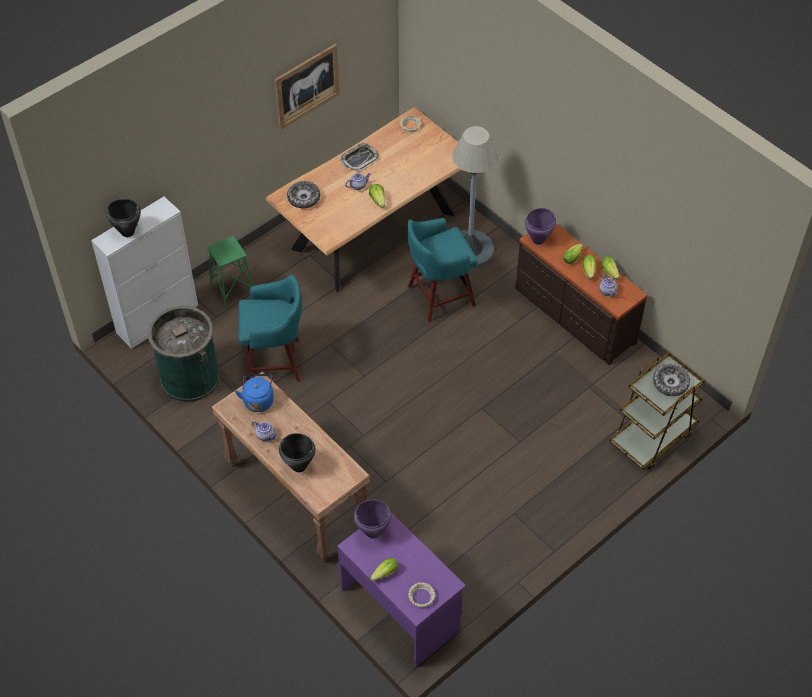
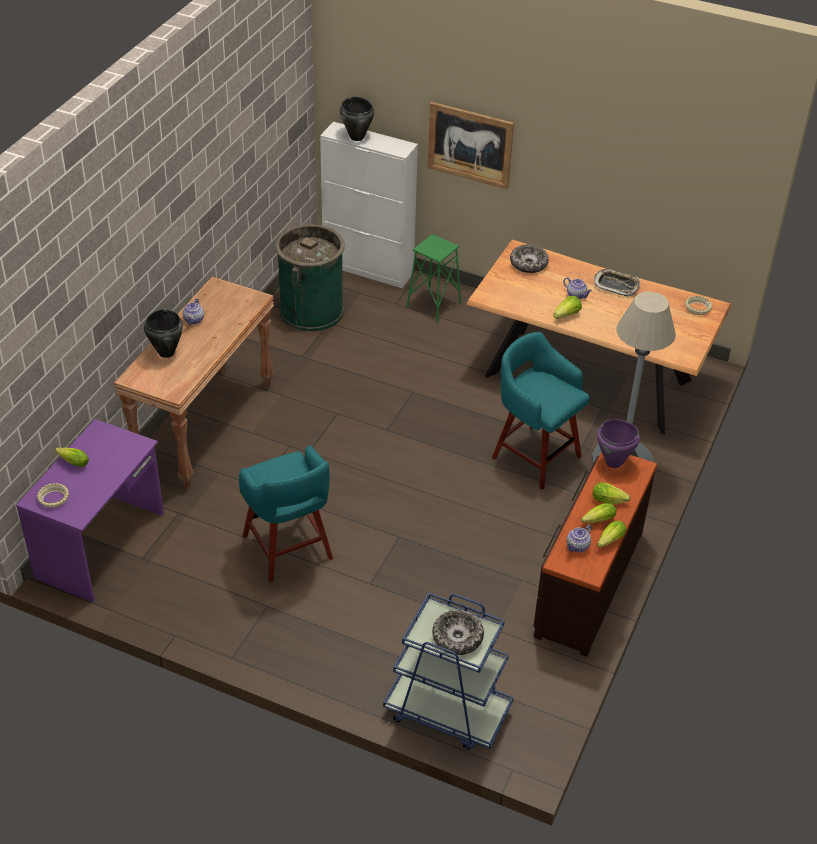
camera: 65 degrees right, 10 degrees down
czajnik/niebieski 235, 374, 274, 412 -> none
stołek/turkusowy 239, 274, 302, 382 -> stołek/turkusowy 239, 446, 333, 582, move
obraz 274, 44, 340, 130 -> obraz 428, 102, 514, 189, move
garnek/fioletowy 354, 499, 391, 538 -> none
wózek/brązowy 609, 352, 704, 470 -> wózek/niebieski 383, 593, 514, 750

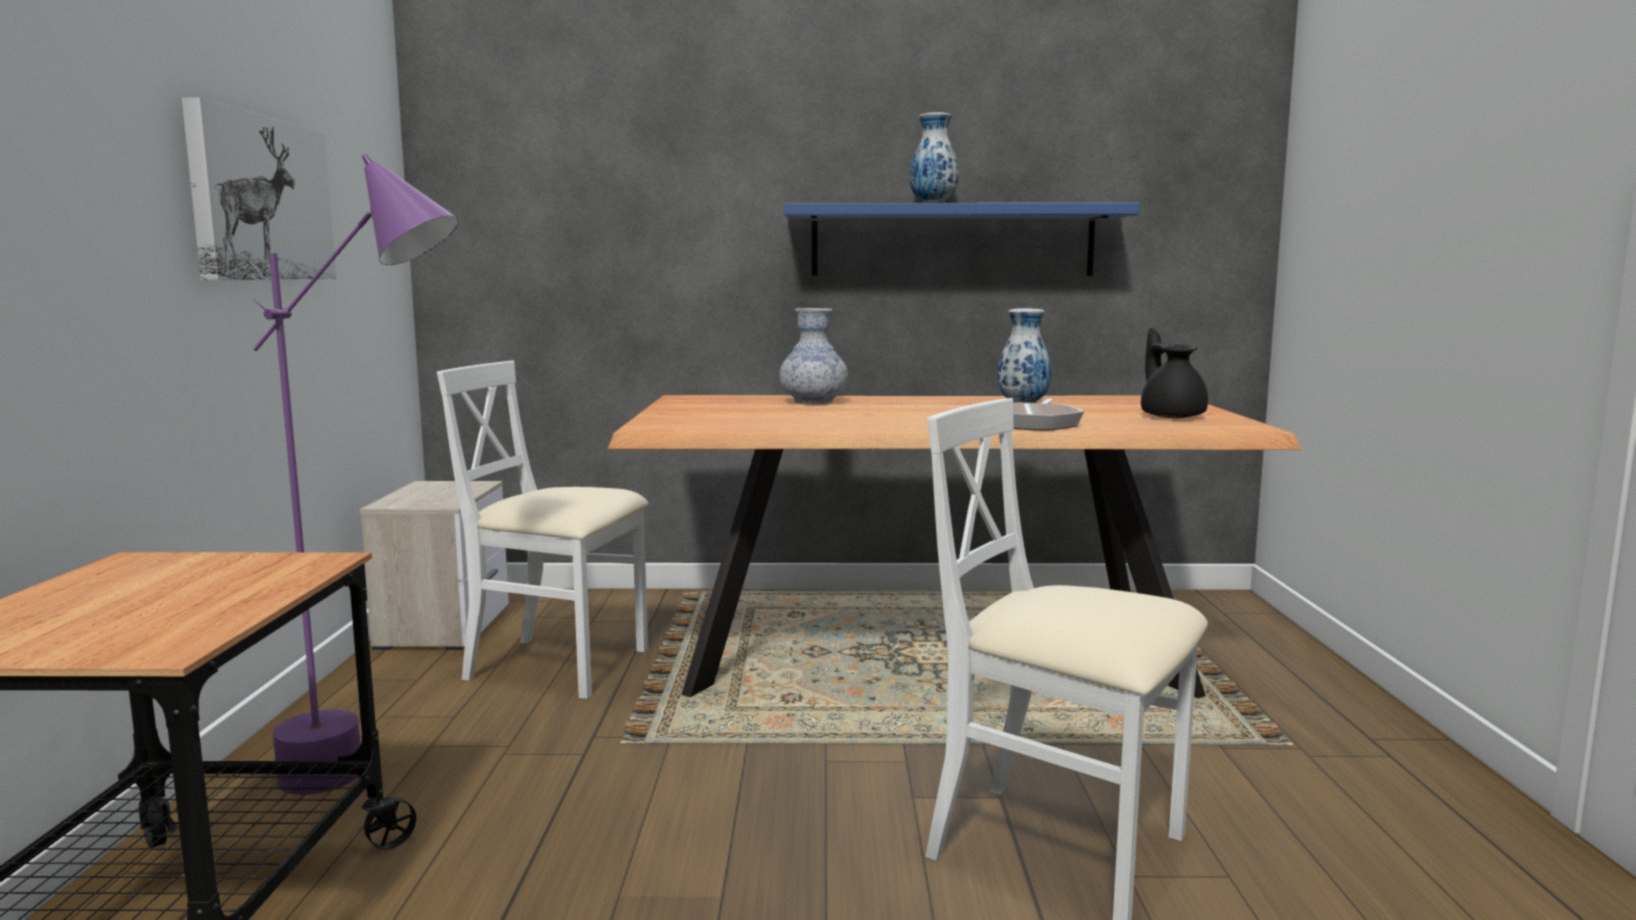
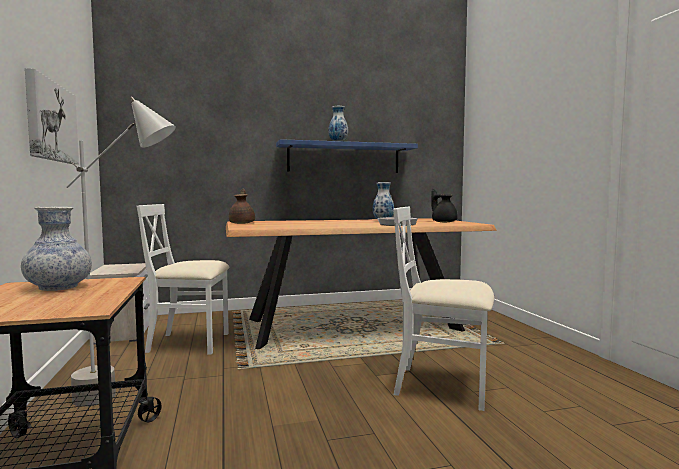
camera: 15 degrees left, 5 degrees down
lampa stojąca/fioletowy 253, 154, 459, 795 -> lampa stojąca/szary 66, 97, 176, 407
wazon 779, 308, 848, 404 -> wazon 21, 207, 92, 291, move
none -> imbryk/brązowy 229, 188, 255, 224

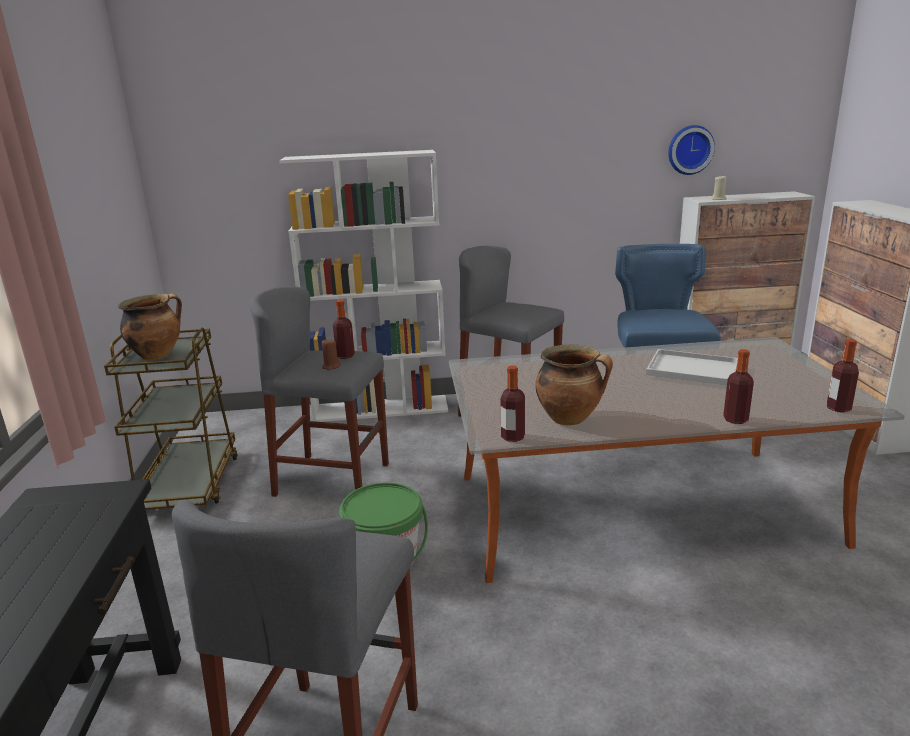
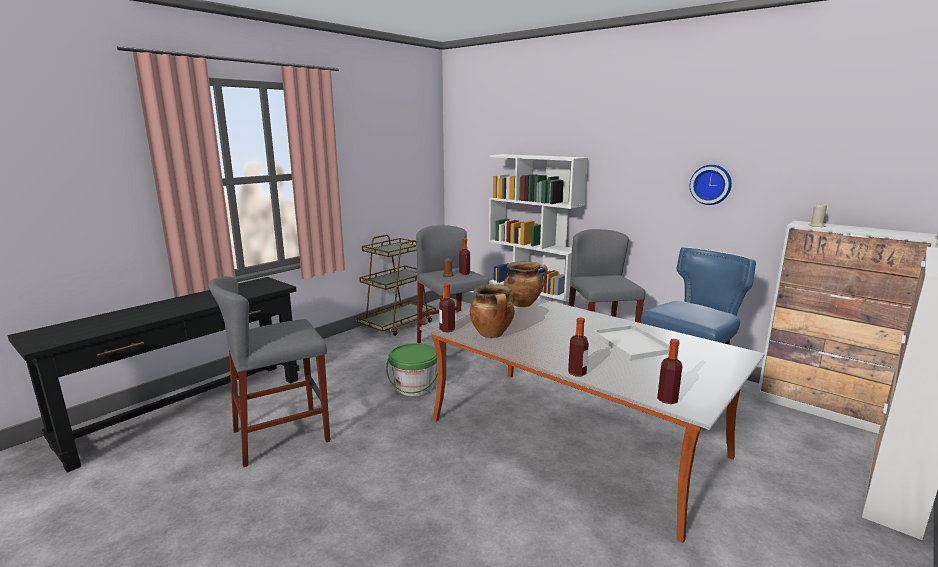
camera: 45 degrees right, 5 degrees down
garnek 118, 293, 182, 360 -> garnek 504, 261, 548, 307, move
zegar ścienny 668, 125, 715, 175 -> zegar ścienny 690, 165, 732, 205, move

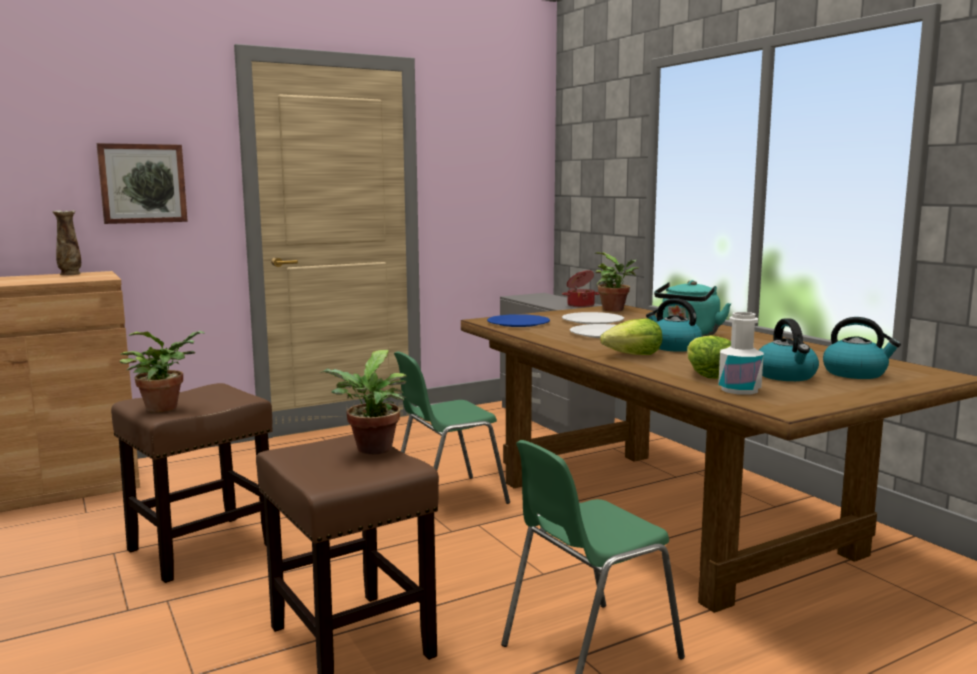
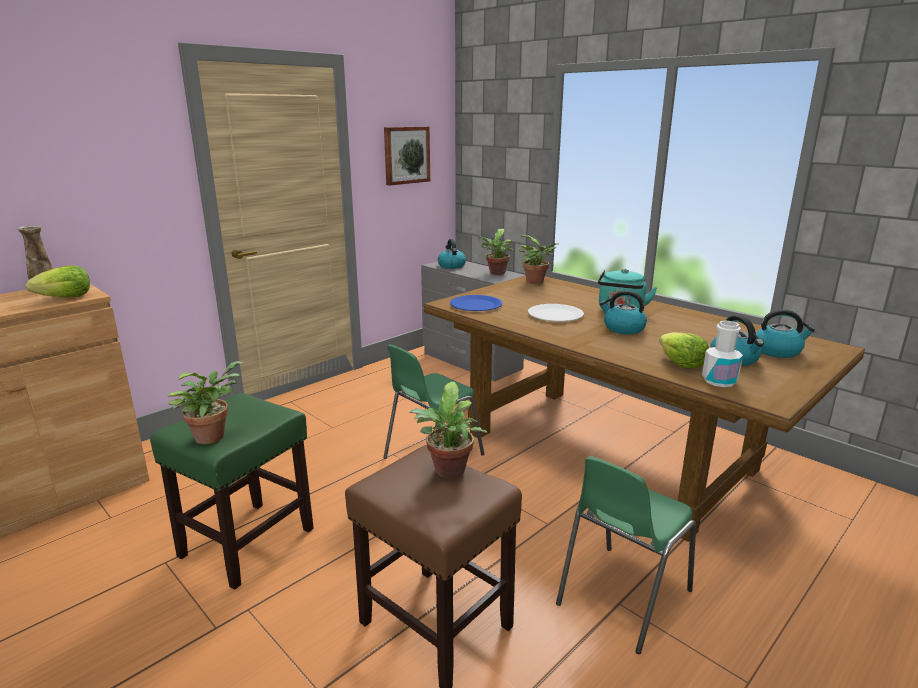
camera: 15 degrees left, 10 degrees up
obraz 97, 143, 188, 224 -> obraz 384, 126, 430, 186, move
stołek/brązowy 111, 383, 273, 583 -> stołek/zielony 150, 393, 314, 590
garnek 562, 270, 599, 308 -> roślina doniczkowa 478, 229, 514, 275
talerz/biały 562, 312, 624, 324 -> none
sałata 600, 318, 662, 355 -> sałata 26, 266, 90, 298, move
none -> czajnik 438, 239, 466, 269

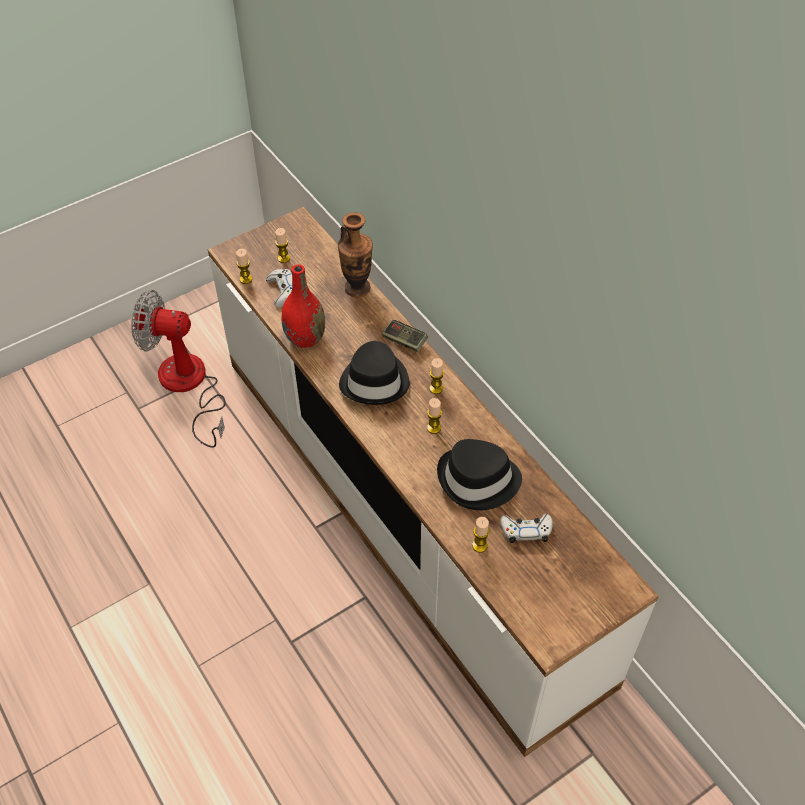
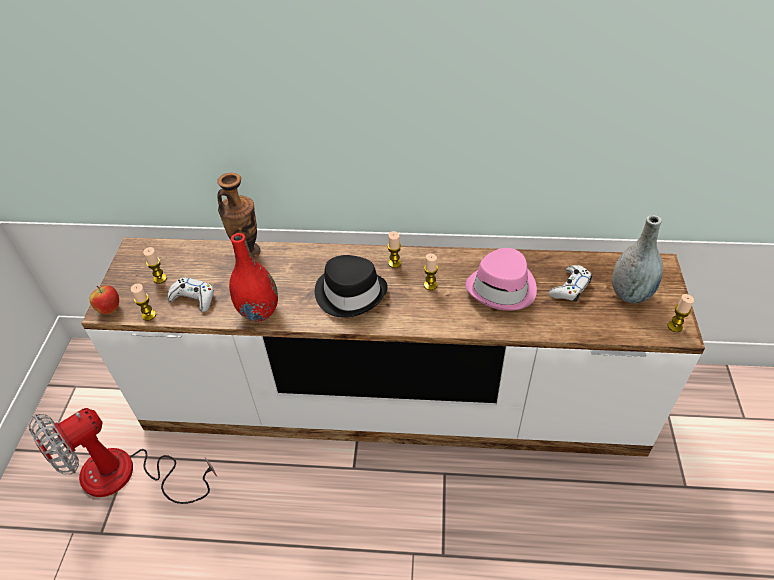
camera: 50 degrees left, 5 degrees down
pad do gier 382, 320, 428, 352 -> none
kapelusz/czarny 437, 439, 522, 510 -> kapelusz/różowy 465, 248, 537, 311
świeca 472, 517, 490, 553 -> świeca 668, 294, 694, 332, move
none -> jabłko 90, 286, 119, 314
none -> wazon/szary 612, 215, 663, 303

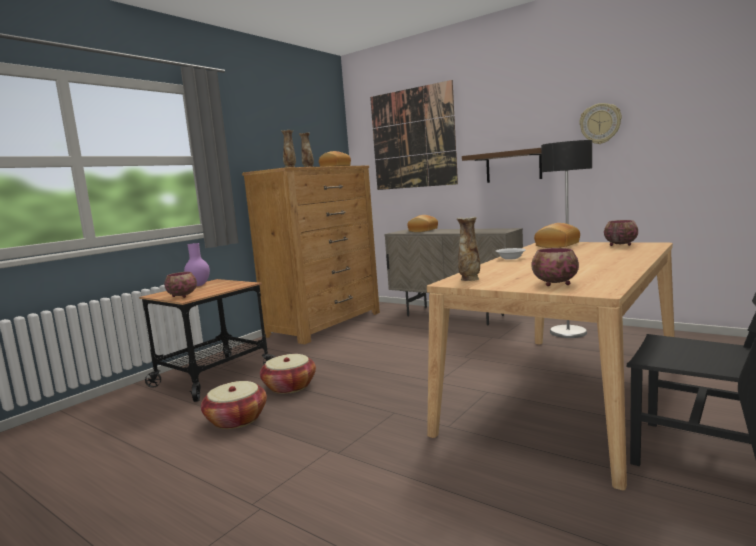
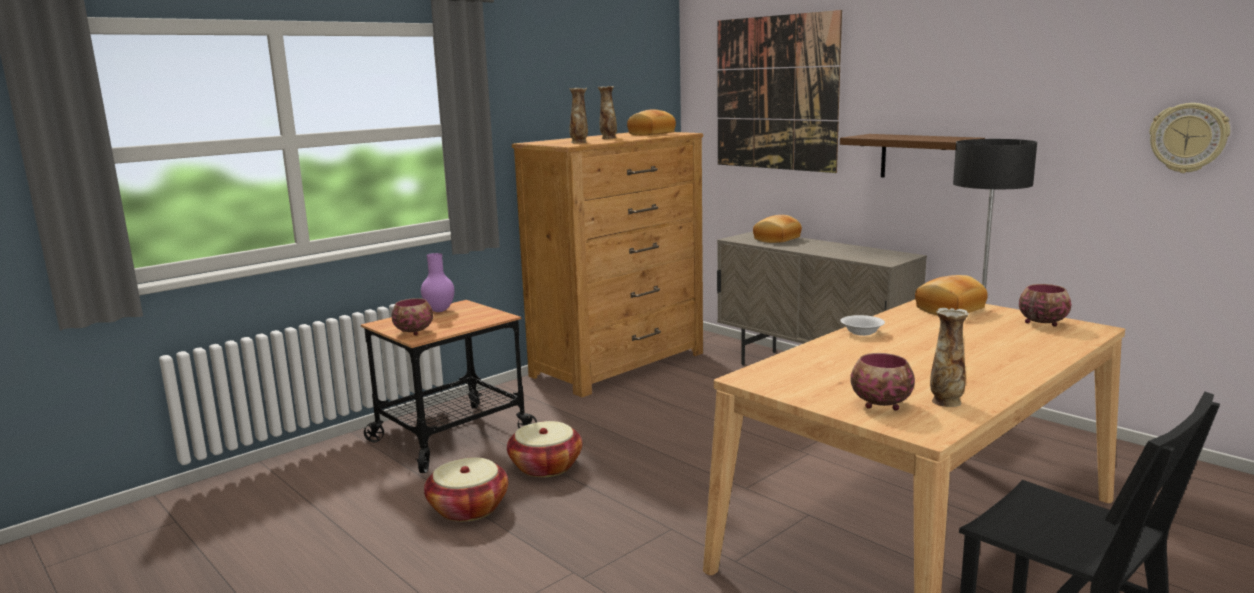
camera: 10 degrees right, 5 degrees up
wazon 457, 217, 480, 281 -> wazon 930, 308, 969, 407, move
zegar ścienny 579, 103, 622, 144 -> zegar ścienny 1149, 103, 1230, 173, move

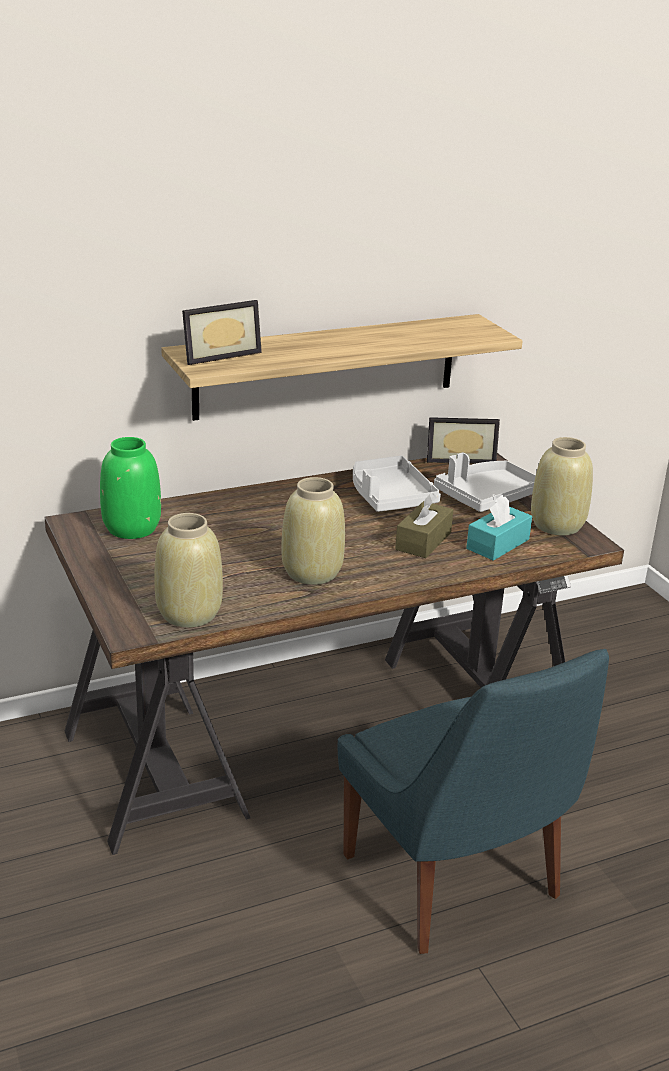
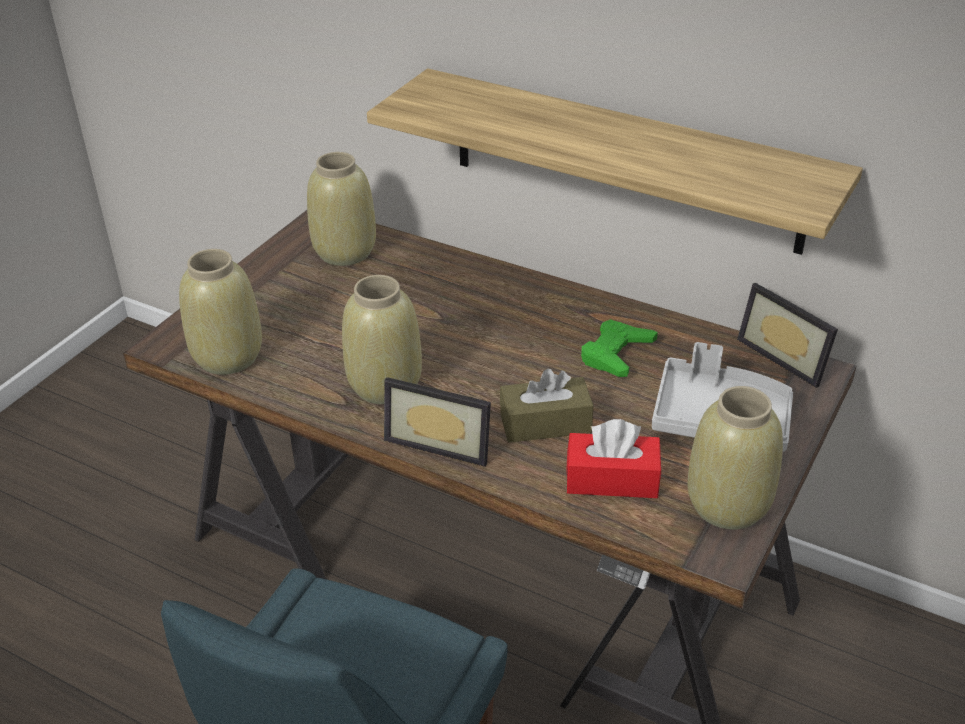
camera: 55 degrees right, 10 degrees up
wazon/zielony 100, 437, 161, 539 -> wazon/beżowy 307, 152, 376, 266
ramka na zdjęcie 182, 300, 262, 365 -> ramka na zdjęcie 384, 377, 491, 467, move
taca/szary 353, 456, 441, 512 -> pad do gier/zielony 581, 319, 658, 377
pudełko chusteczek/turkusowy 466, 495, 532, 561 -> pudełko chusteczek/czerwony 566, 419, 661, 498

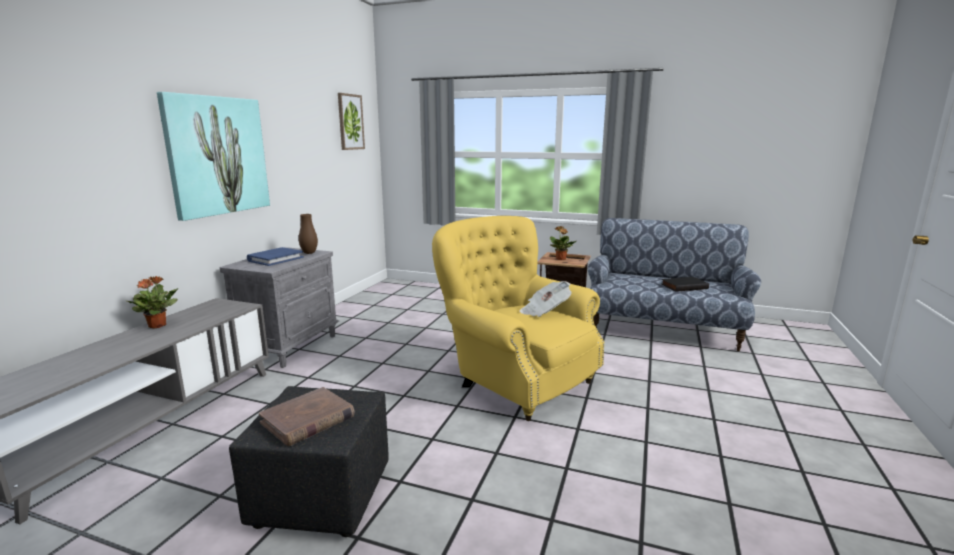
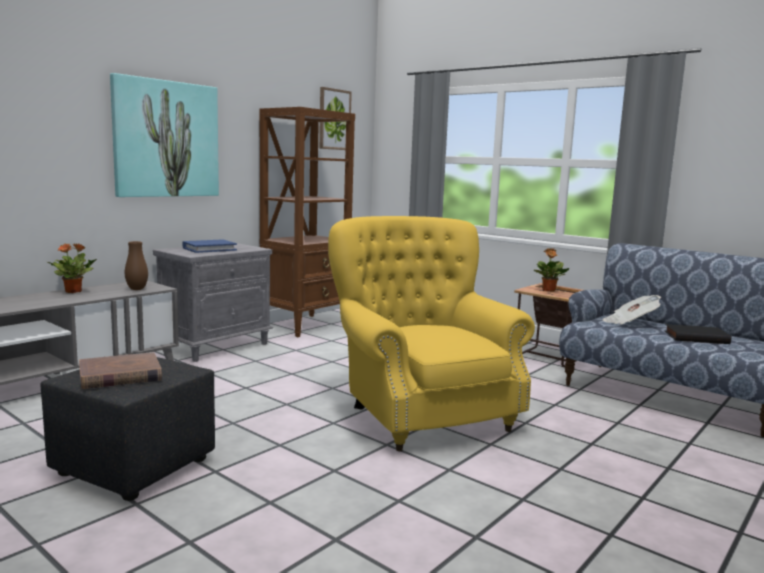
camera: 20 degrees right, 5 degrees down
wazon/brązowy 299, 214, 318, 254 -> wazon/brązowy 125, 241, 148, 290, move
gazeta 520, 281, 571, 317 -> gazeta 603, 295, 662, 325, move
none -> regał/brązowy 259, 107, 355, 337

